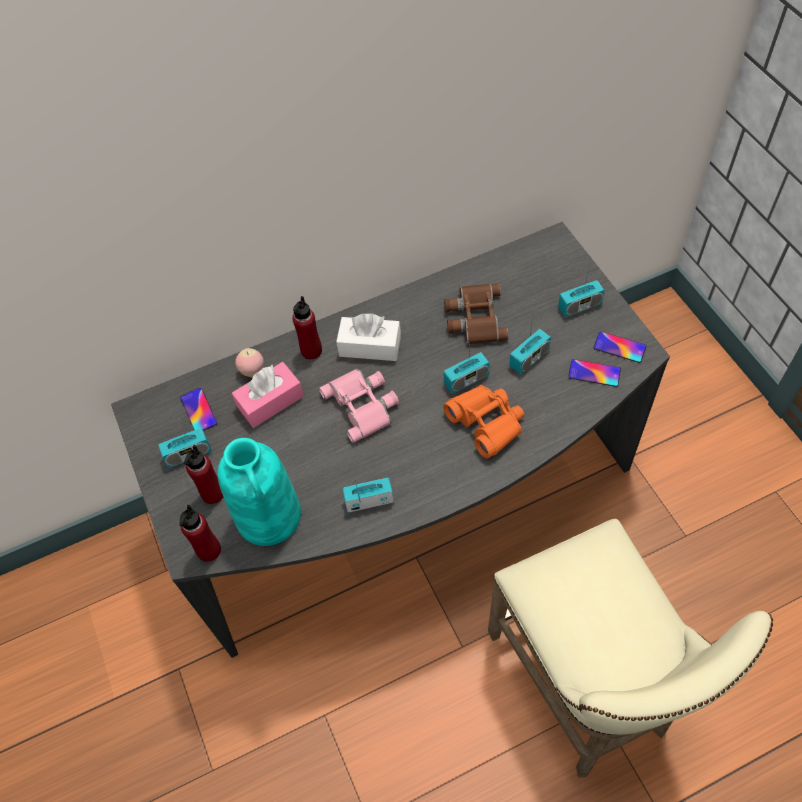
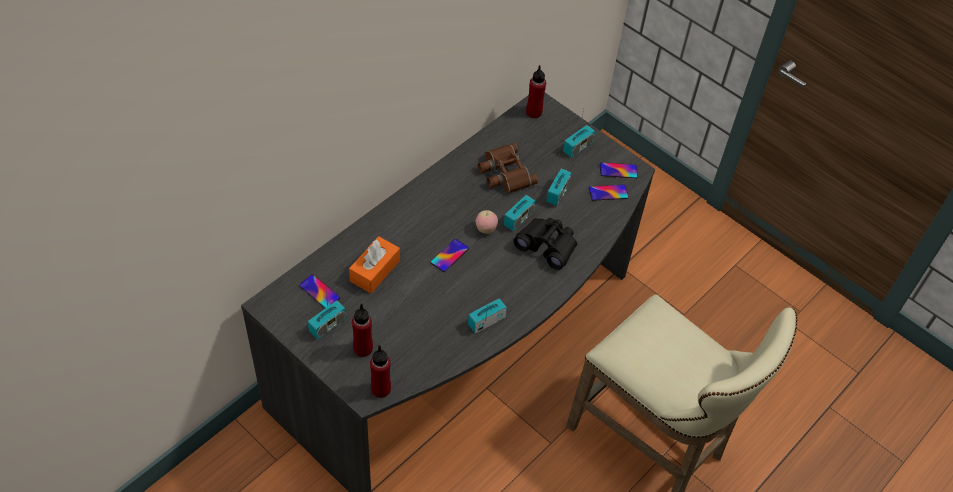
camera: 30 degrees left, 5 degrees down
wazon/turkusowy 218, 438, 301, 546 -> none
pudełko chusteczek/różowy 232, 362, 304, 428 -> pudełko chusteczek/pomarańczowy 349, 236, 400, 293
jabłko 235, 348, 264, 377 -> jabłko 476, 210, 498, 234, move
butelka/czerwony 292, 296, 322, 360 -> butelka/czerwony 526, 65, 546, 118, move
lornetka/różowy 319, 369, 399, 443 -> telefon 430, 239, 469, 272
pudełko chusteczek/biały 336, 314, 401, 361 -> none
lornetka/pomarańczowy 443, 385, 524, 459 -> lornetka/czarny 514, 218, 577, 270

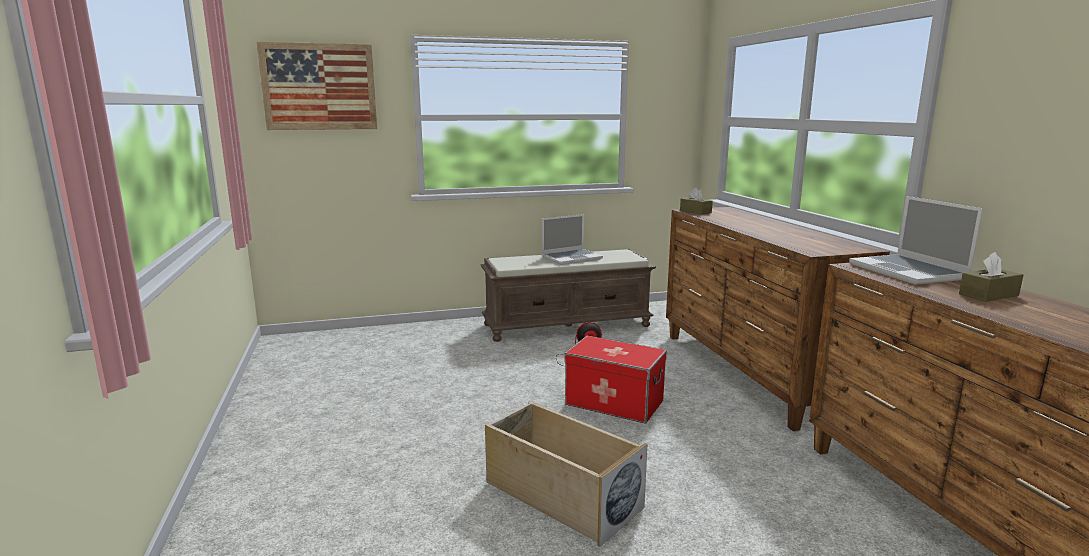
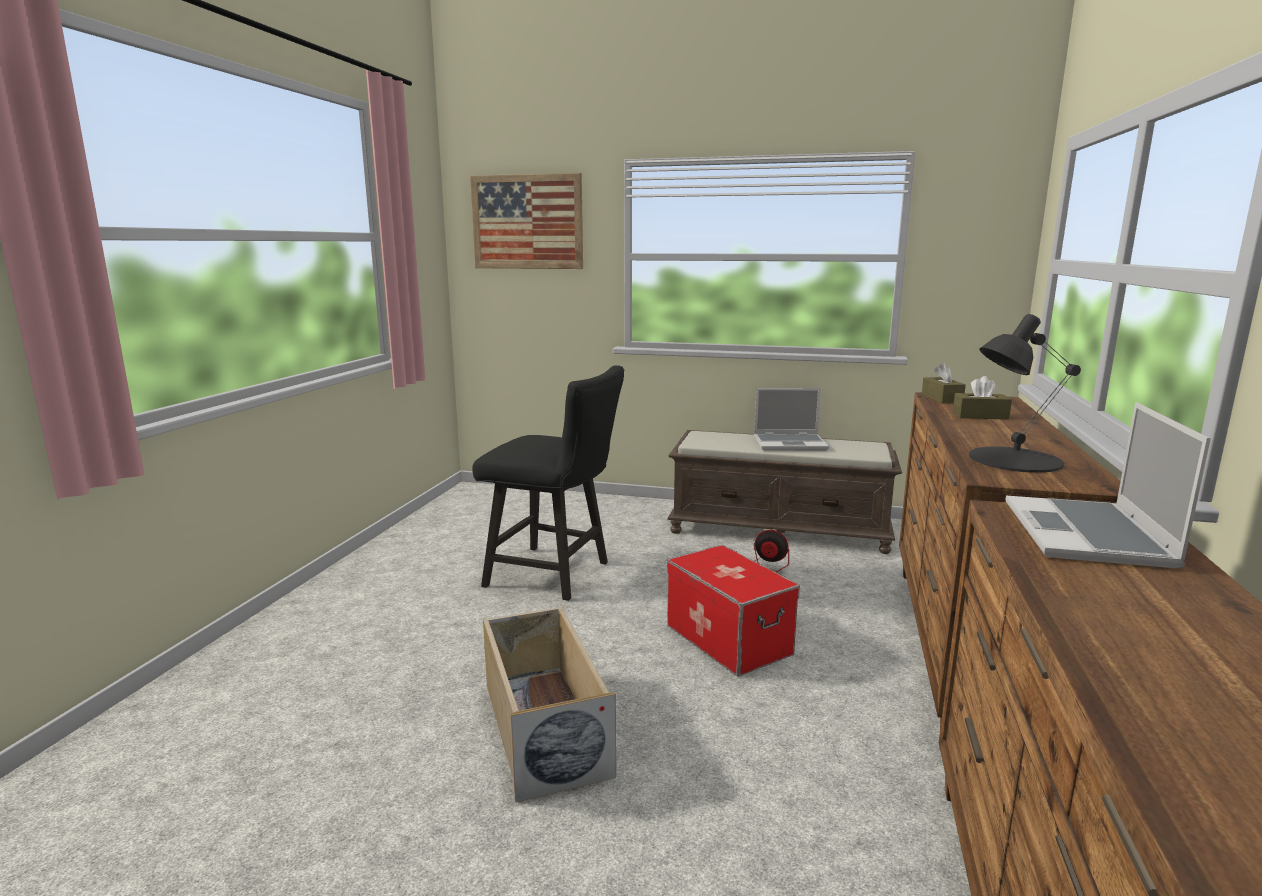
camera: 30 degrees right, 0 degrees up
pudełko chusteczek/brązowy 959, 252, 1023, 302 -> pudełko chusteczek/brązowy 953, 376, 1012, 420, move
none -> krzesło/czarny 472, 365, 624, 601
none -> lampa stołowa/czarny 969, 314, 1081, 473

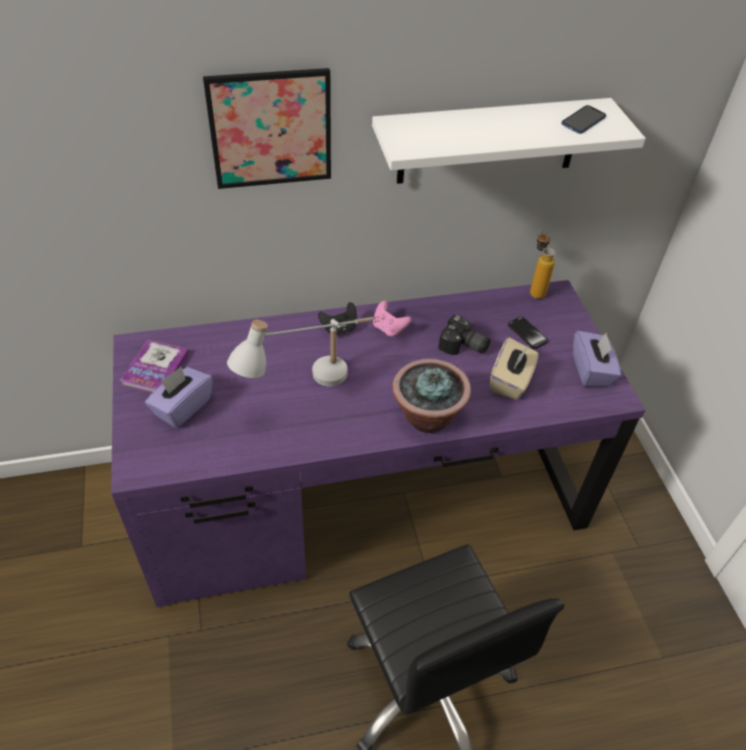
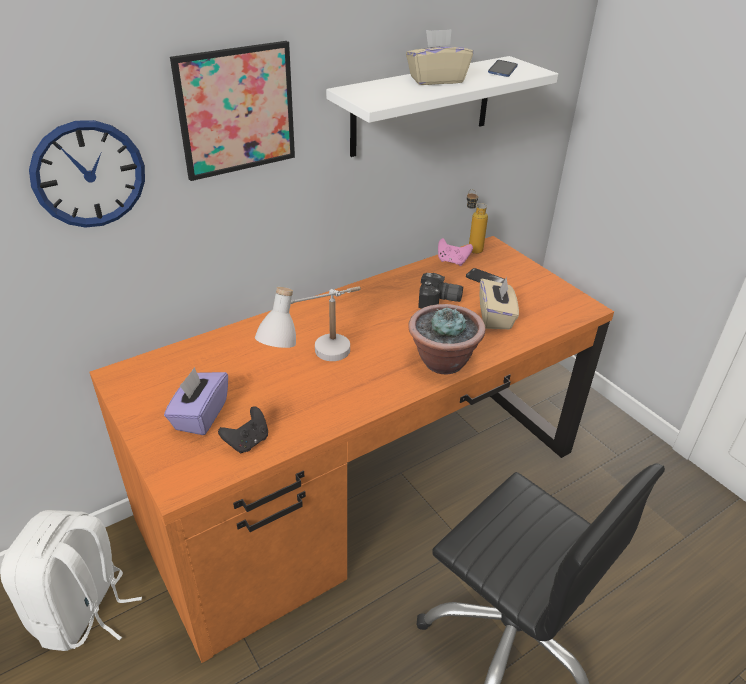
camera: 20 degrees left, 10 degrees down
biurko/fioletowy 111, 280, 645, 607 -> biurko/pomarańczowy 90, 236, 614, 663
książka 120, 339, 189, 393 -> none
pad do gier/czarny 318, 302, 357, 335 -> pad do gier/czarny 218, 406, 268, 453, move
pad do gier/różowy 373, 301, 411, 337 -> pad do gier/różowy 438, 238, 473, 266, move
pudełko chusteczek/fioletowy 573, 331, 621, 387 -> none
none -> plecak/biały 0, 510, 142, 651
none -> zegar ścienny 29, 120, 145, 228
none -> pudełko chusteczek/beżowy 406, 29, 473, 85

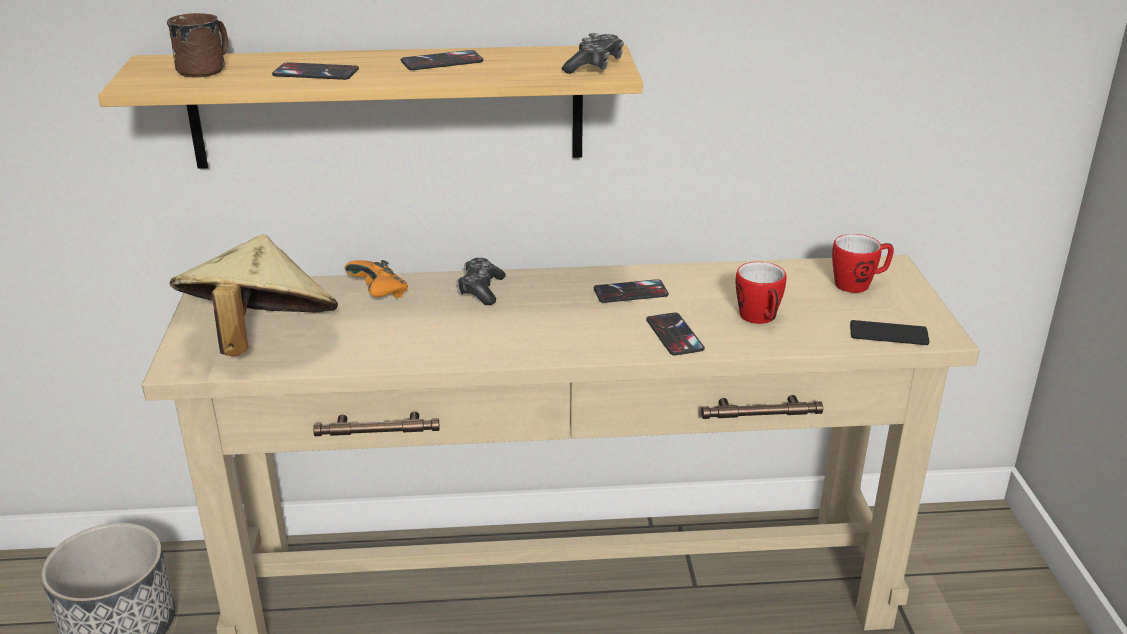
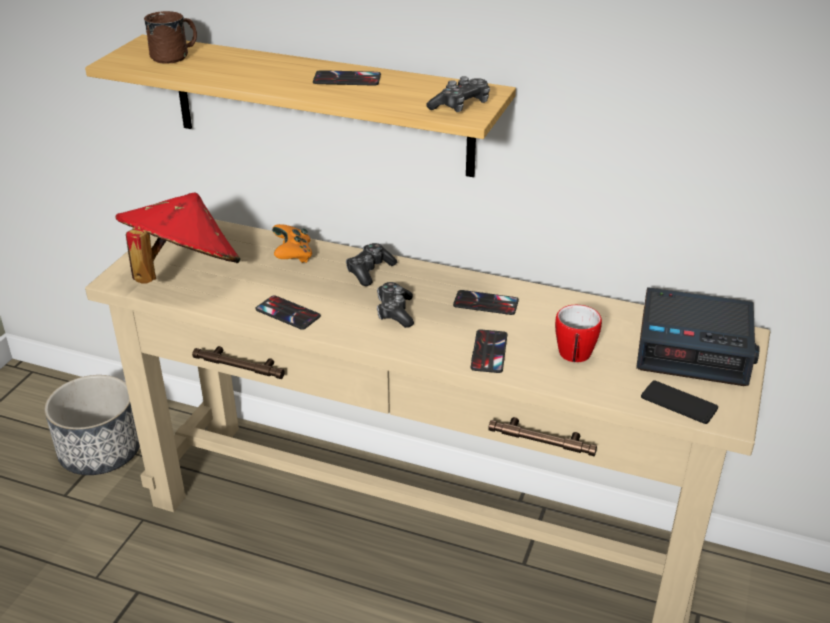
camera: 25 degrees right, 5 degrees up
kapelusz/beżowy 170, 234, 338, 357 -> kapelusz/czerwony 115, 192, 240, 284
telefon 272, 62, 359, 80 -> telefon 255, 295, 321, 330, move
kubek 832, 234, 894, 293 -> budzik 636, 287, 760, 386
none -> pad do gier 377, 282, 414, 328

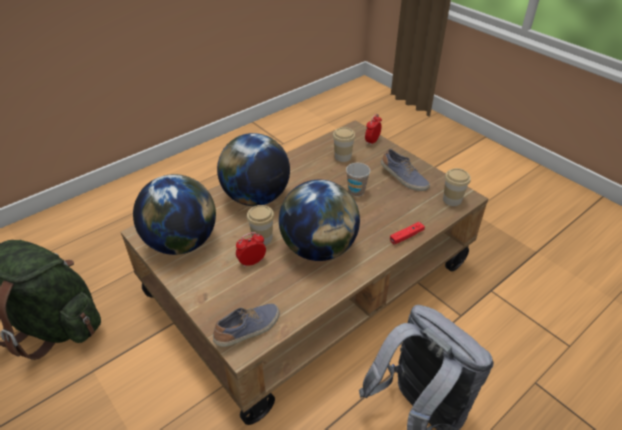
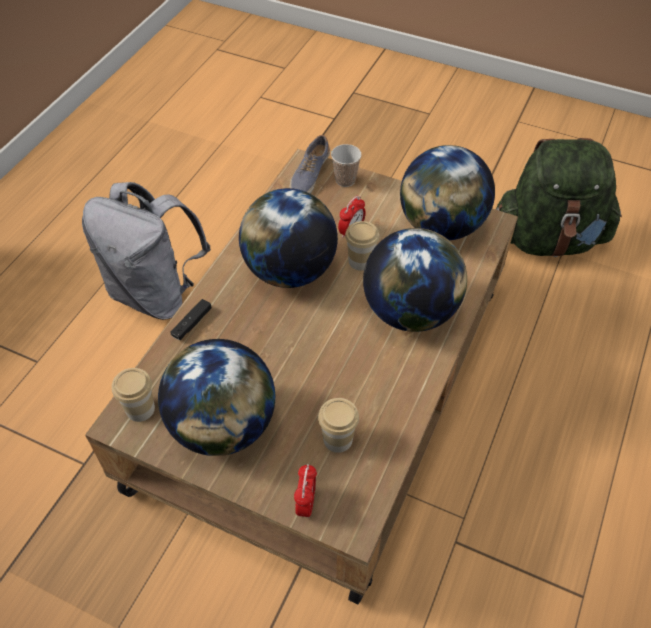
camera: 155 degrees right, 10 degrees up
filiżanka 346, 163, 370, 197 -> filiżanka 331, 144, 361, 187, move
but 381, 149, 430, 191 -> globus 158, 339, 275, 456
pad do gier/czerwony 390, 222, 425, 245 -> pad do gier/czarny 170, 299, 211, 340

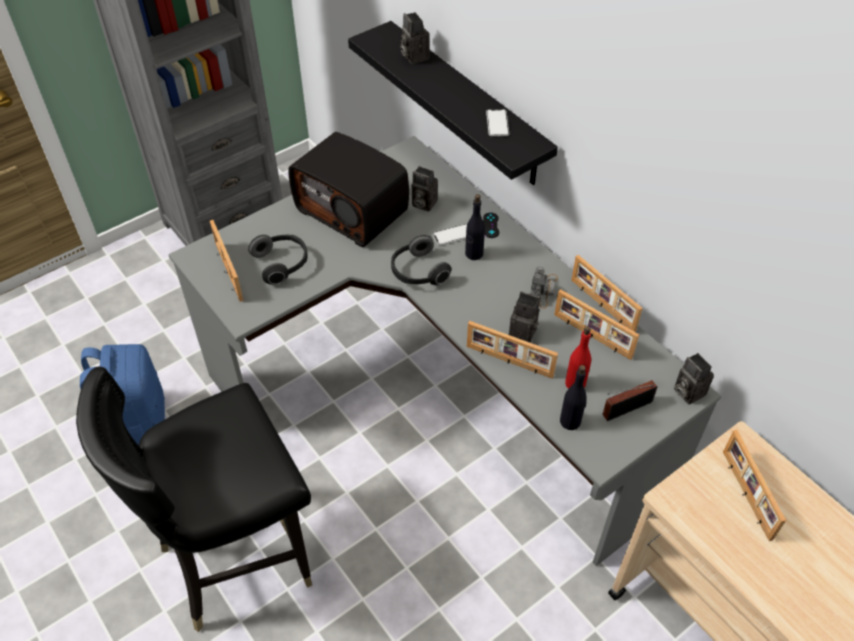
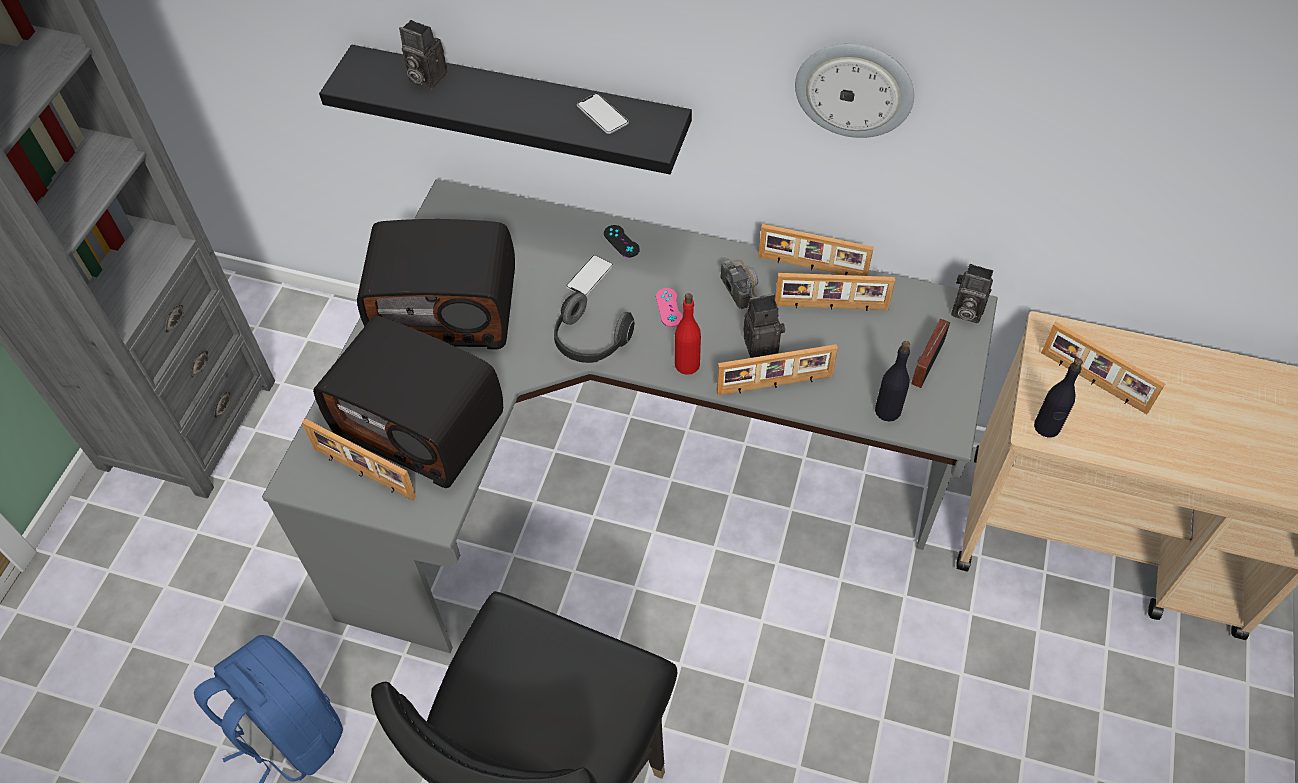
camera: 35 degrees left, 5 degrees up
słuchawki 248, 234, 308, 285 -> radio 313, 316, 503, 488
aparat fotograficzny 412, 166, 438, 212 -> none
butelka/czarny 465, 194, 485, 260 -> butelka/czarny 1034, 358, 1083, 438, move
butelka/czerwony 565, 326, 591, 389 -> butelka/czerwony 675, 293, 701, 375, move
none -> pad do gier/różowy 656, 288, 683, 327
none -> zegar ścienny 795, 44, 914, 138

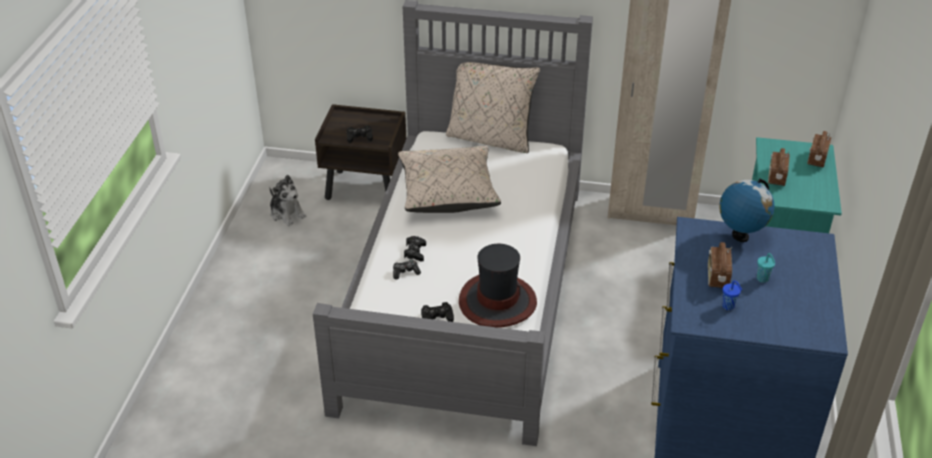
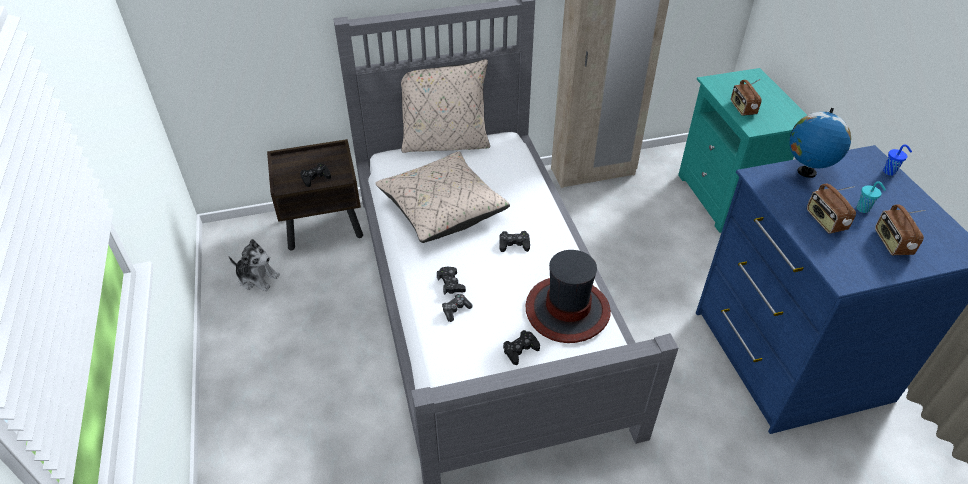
camera: 25 degrees left, 5 degrees up
filiżanka/niebieski 722, 280, 742, 310 -> filiżanka/niebieski 883, 144, 912, 176, move
radio 807, 131, 832, 168 -> radio 875, 204, 926, 255, move
none -> pad do gier/czarny 499, 231, 530, 252

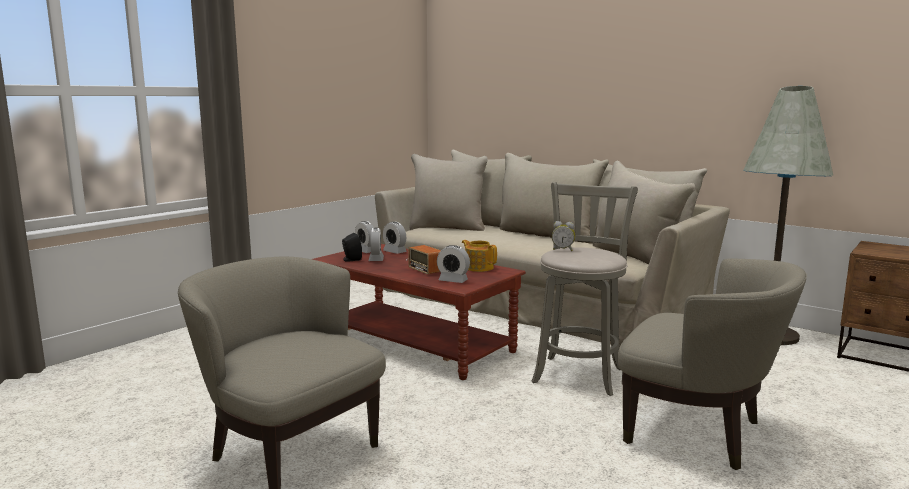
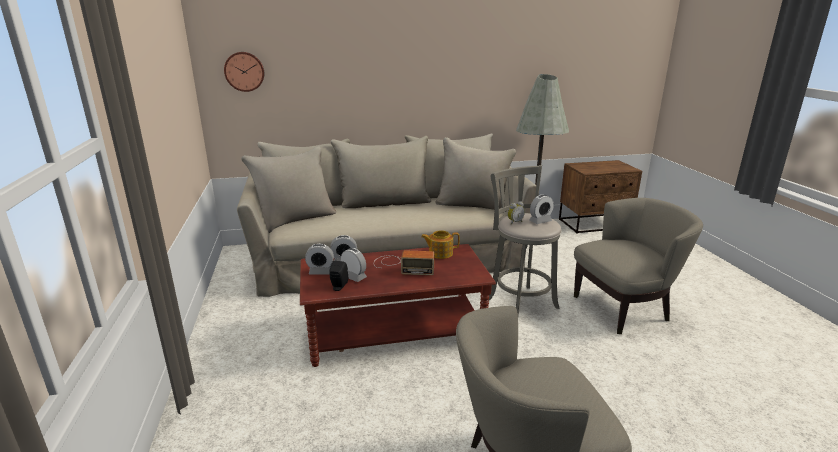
camera: 50 degrees left, 10 degrees up
budzik 437, 245, 470, 283 -> budzik 529, 195, 554, 224, move
none -> zegar ścienny 224, 52, 264, 92

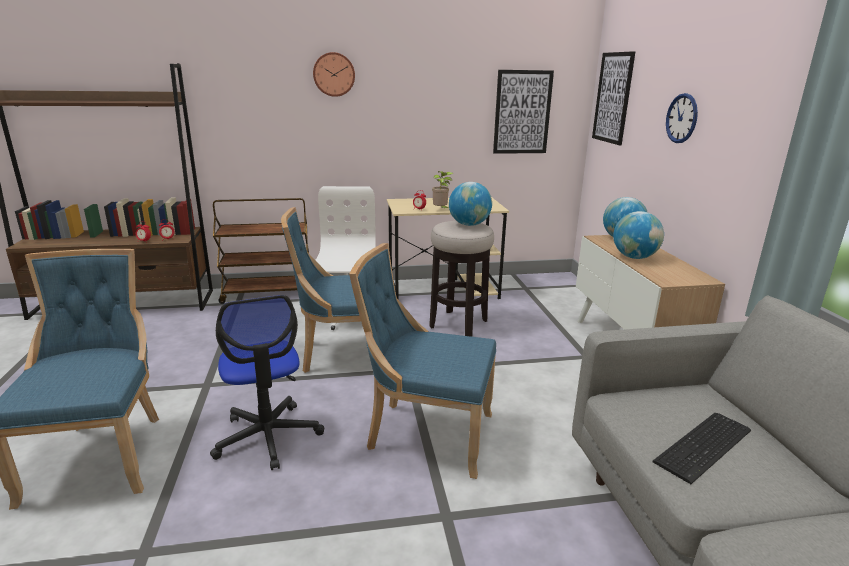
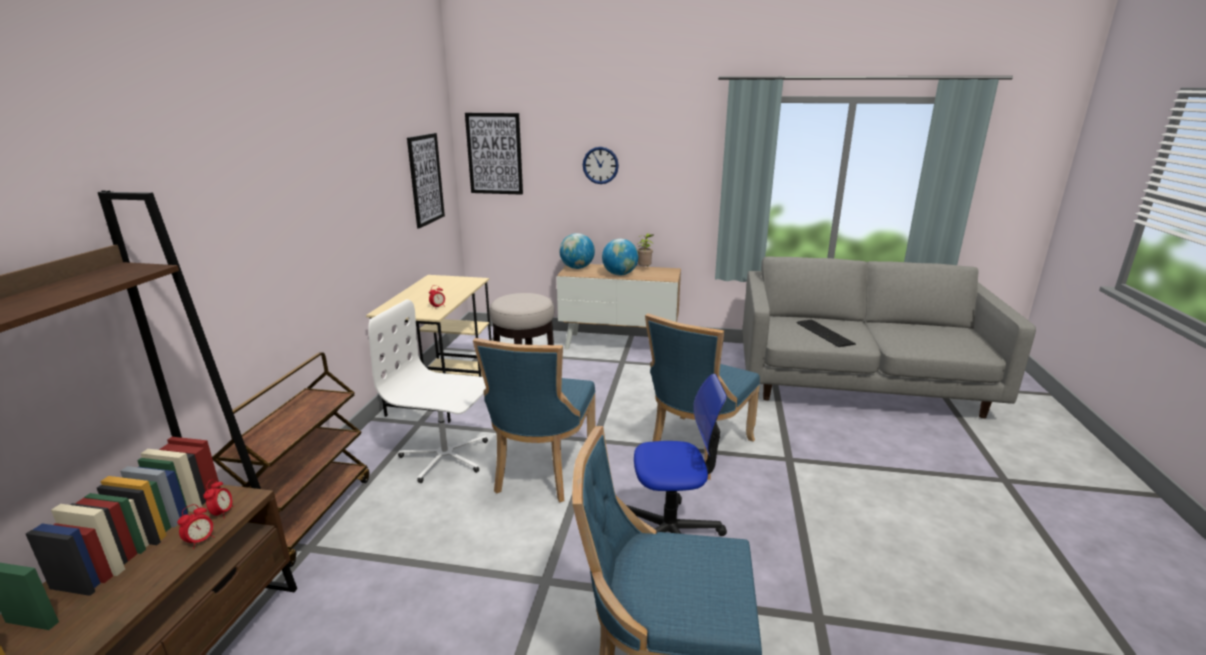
camera: 70 degrees left, 0 degrees up
zegar ścienny 313, 52, 355, 97 -> none
roślina doniczkowa 432, 171, 454, 208 -> roślina doniczkowa 637, 233, 653, 266, move
globus 449, 182, 492, 226 -> none

